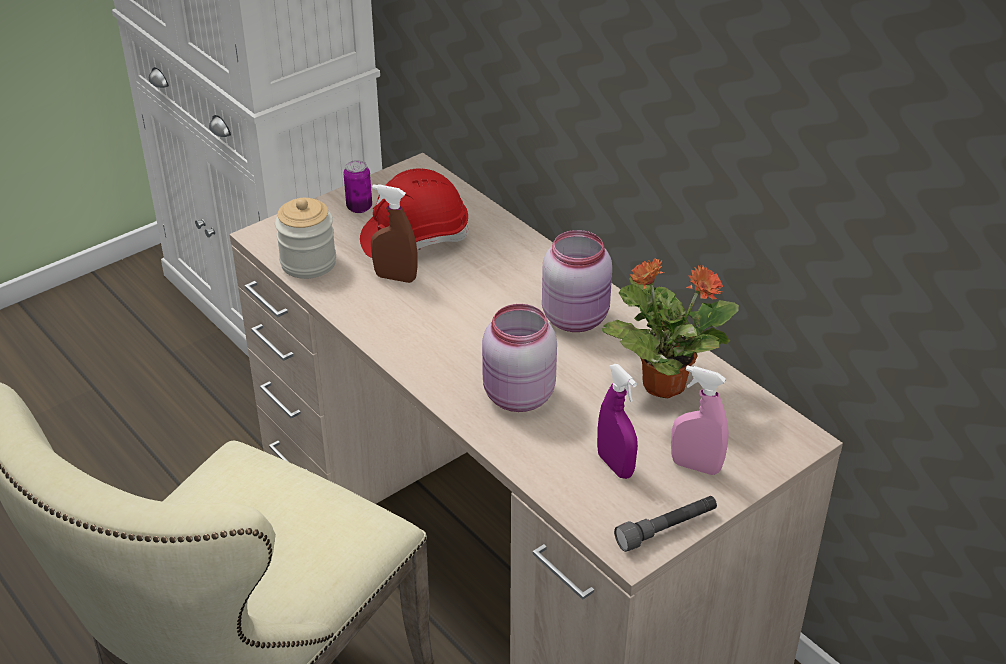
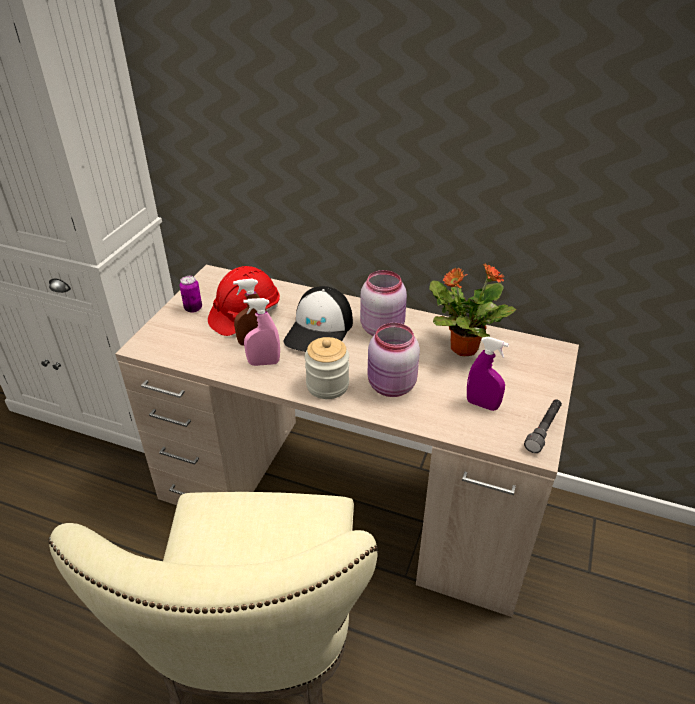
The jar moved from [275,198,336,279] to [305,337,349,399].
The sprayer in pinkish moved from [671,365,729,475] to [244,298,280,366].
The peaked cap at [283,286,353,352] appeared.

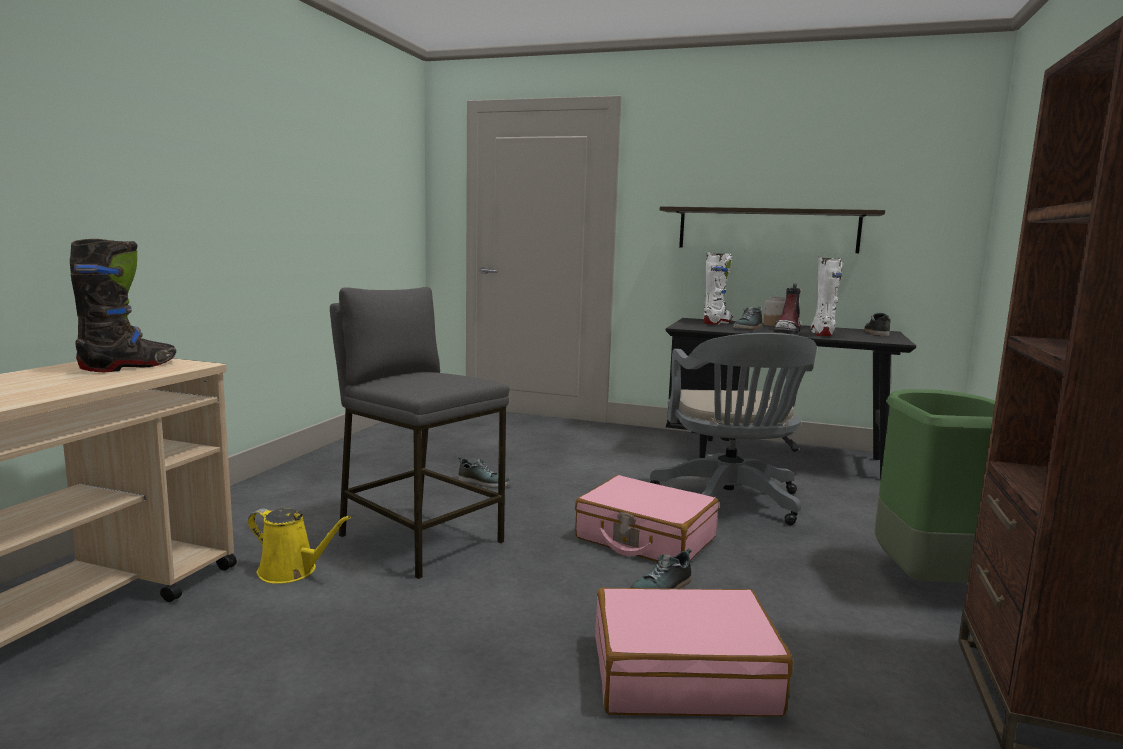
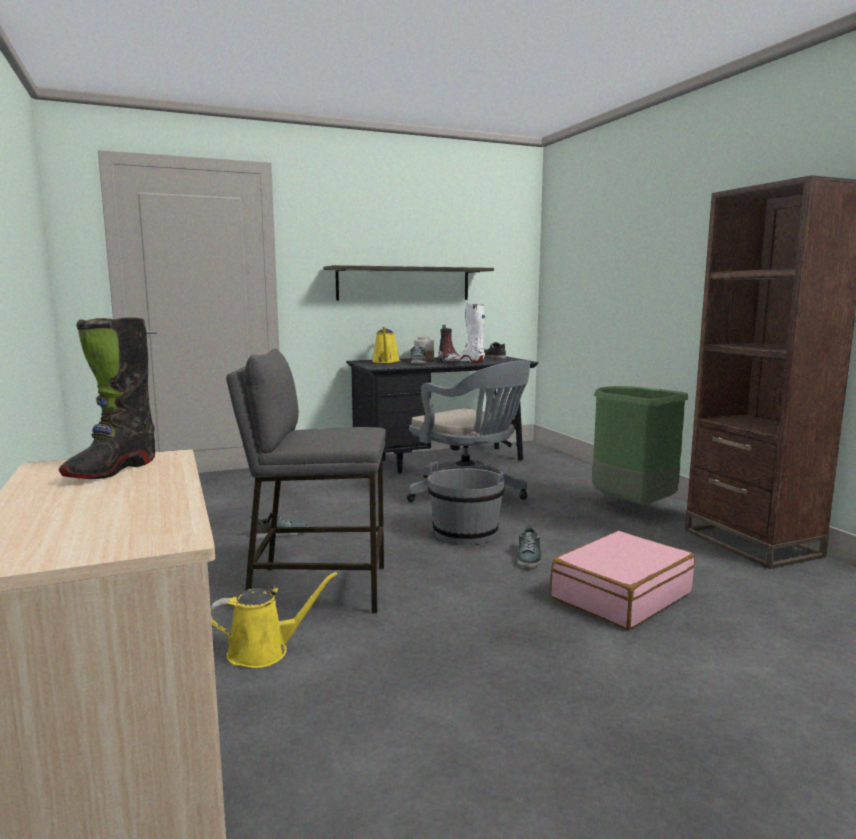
The tall boot in blackish at [70,239,176,372] turned 150 degrees counterclockwise.
The piece of luggage in pinkish at [575,475,719,562] was replaced by the water bucket in gray at [428,461,505,545].
The tall boot in white at [703,252,733,325] was replaced by the sprinkling can in yellow at [372,327,400,363].

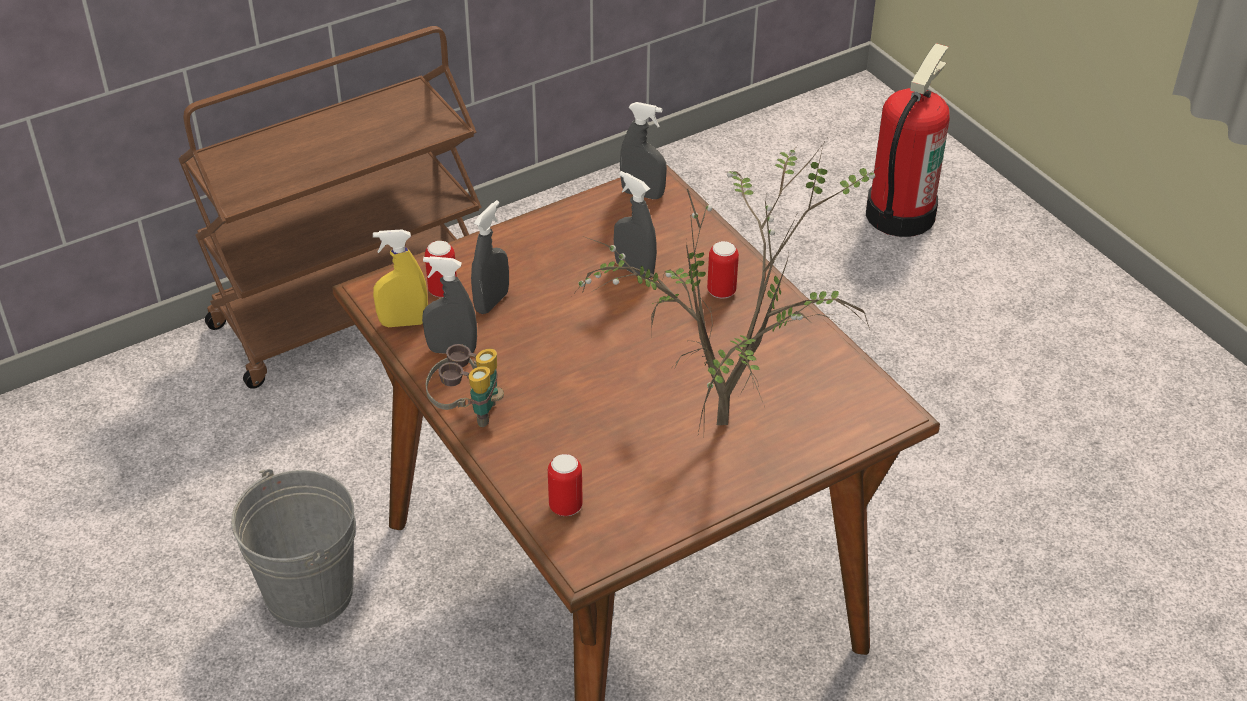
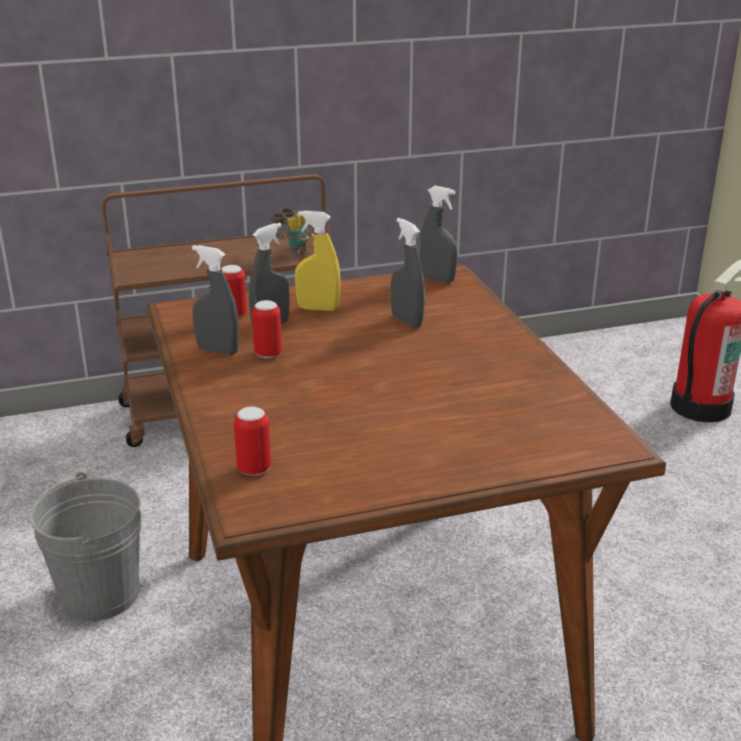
The sprayer in yellow moved from [373,229,428,327] to [295,211,340,311].
The pair of binoculars moved from [426,344,504,427] to [267,208,310,259].
The houseplant at [572,140,878,434] disappeared.
The sealed can moved from [707,241,739,299] to [252,300,282,358].

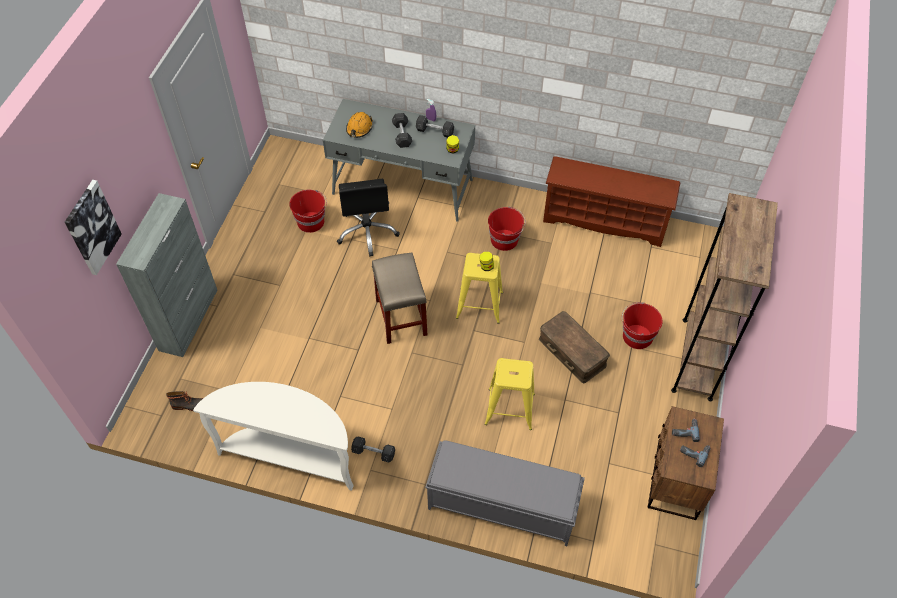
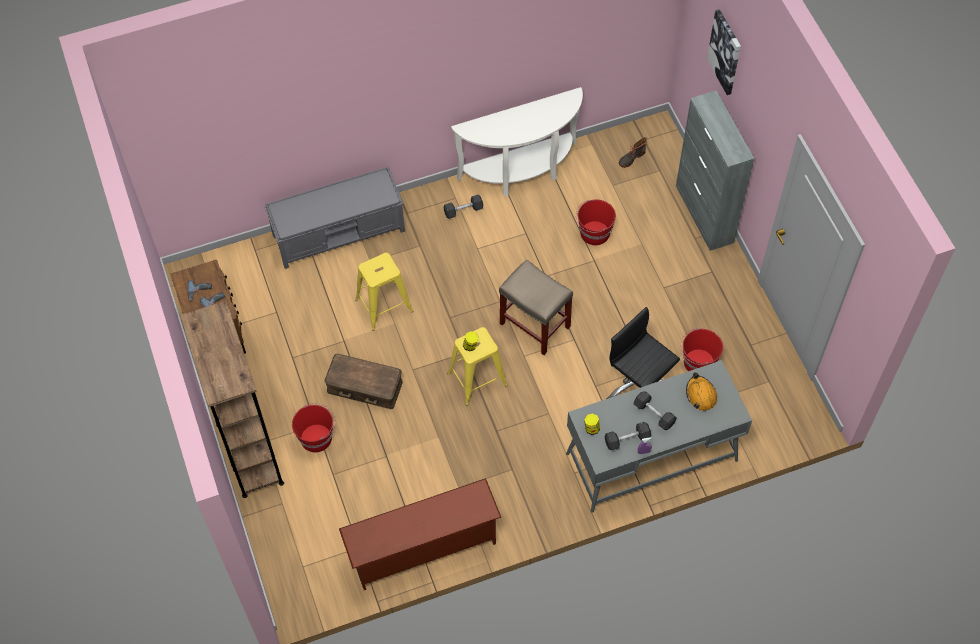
The water bucket in red moved from [488,207,526,251] to [576,200,616,245].

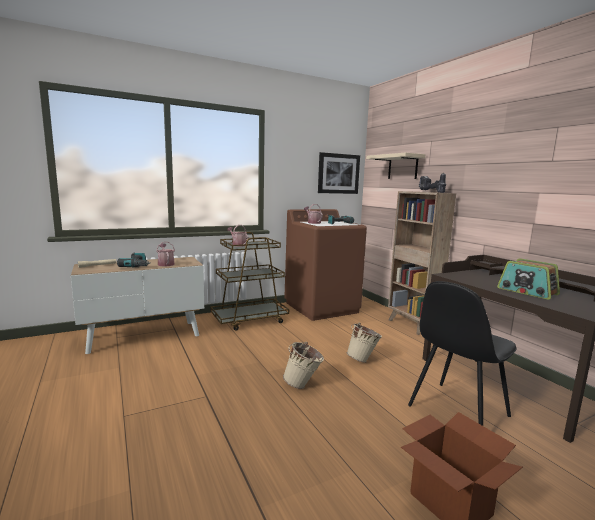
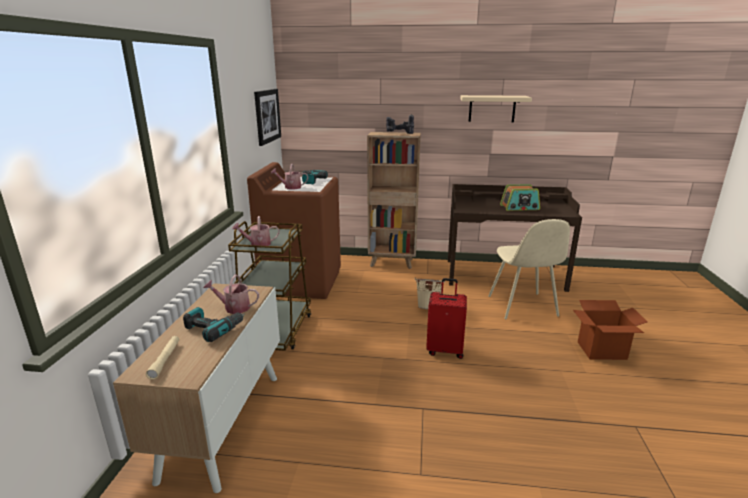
The water bucket in beige-coloured at [283,342,324,389] was replaced by the piece of luggage in red at [426,278,467,359].
The wall shelf in beige-coloured moved from [366,152,426,179] to [460,95,532,122].
The plain chair in blackish at [408,281,516,426] became the plain chair in beige-coloured at [488,219,570,319].

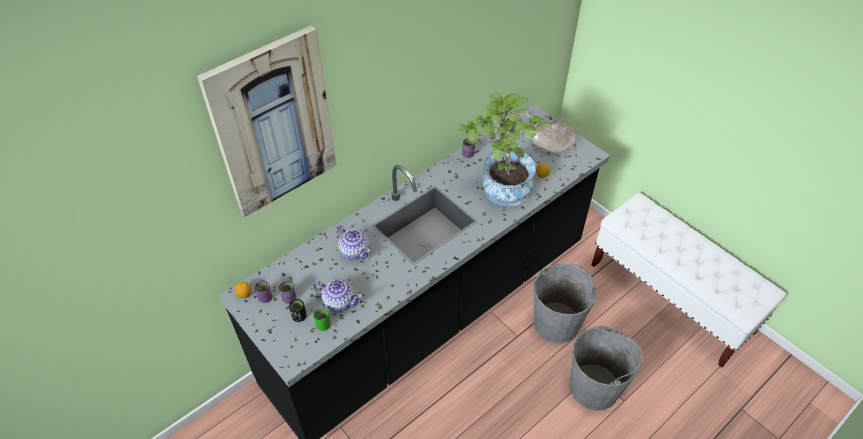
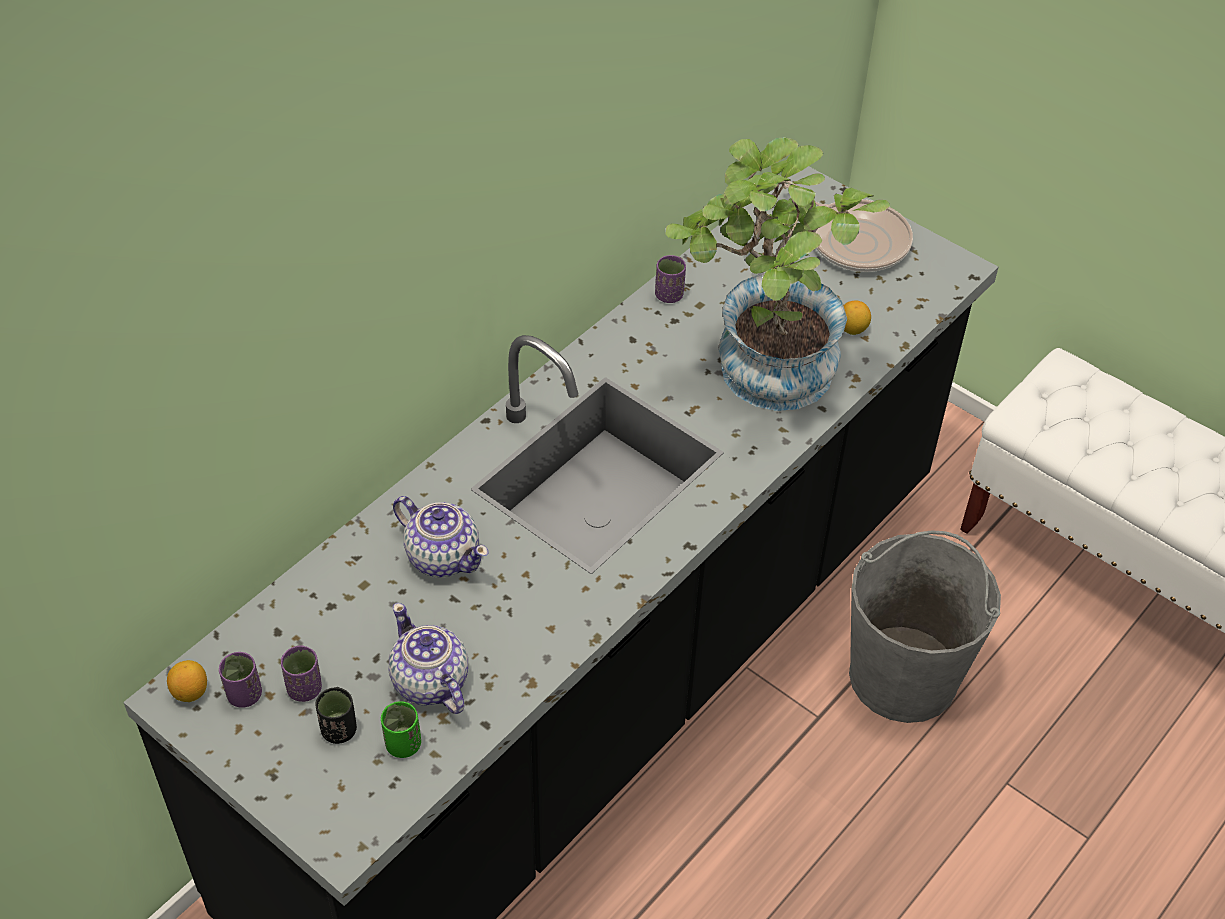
The wall picture at [197,25,336,217] disappeared.
The tea pot at [313,279,362,312] turned 135 degrees counterclockwise.
The water bucket in gray at [569,325,644,411] disappeared.

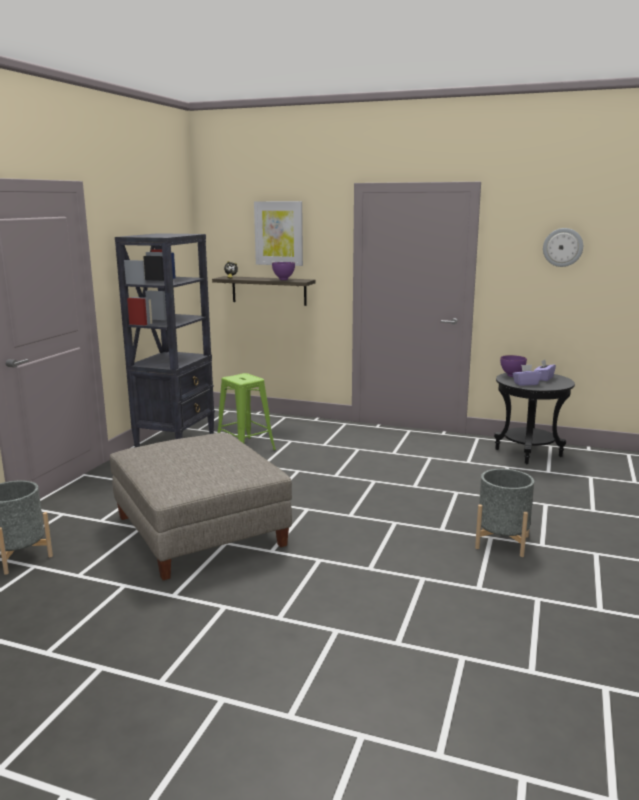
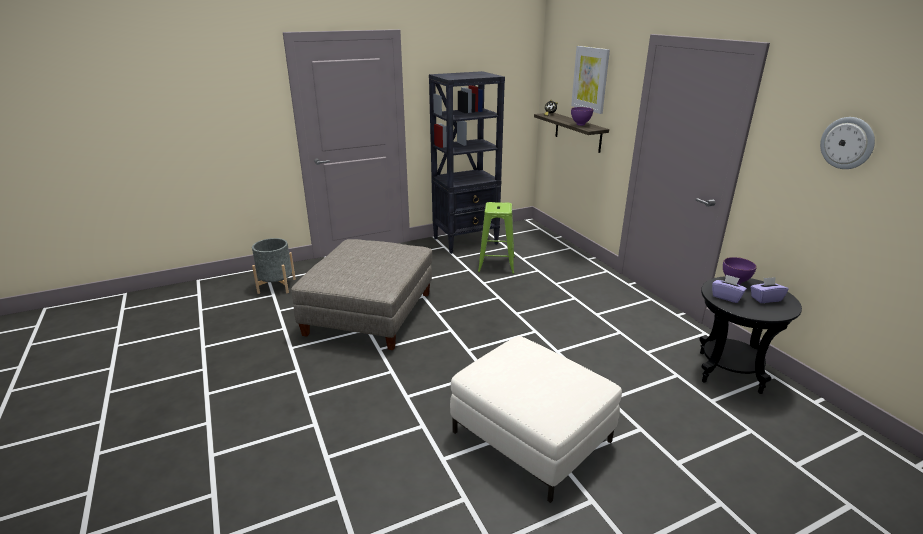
The plant pot in gray at [475,469,534,557] was replaced by the pouffe in white at [450,336,622,503].

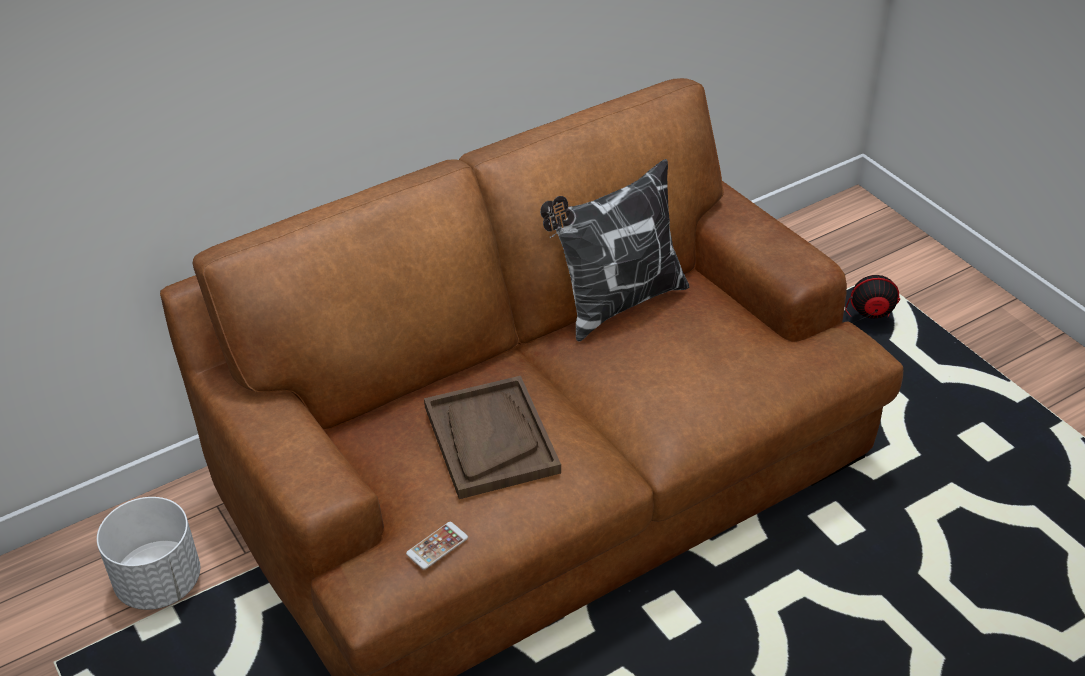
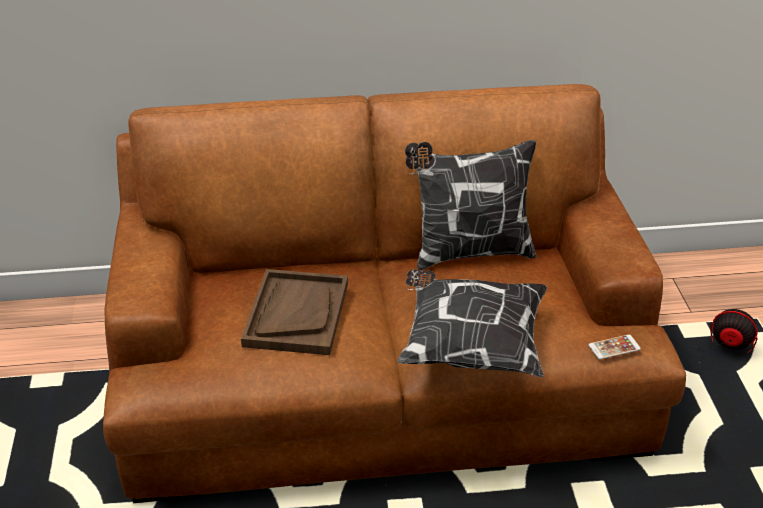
The plant pot in white at [97,497,200,610] disappeared.
The phone moved from [406,522,468,570] to [588,335,641,360].
The pillow at [398,269,547,377] appeared.

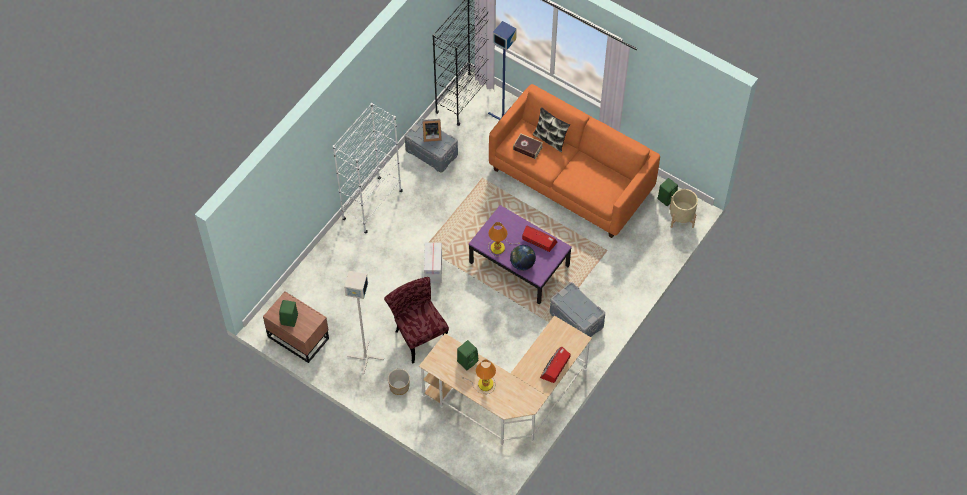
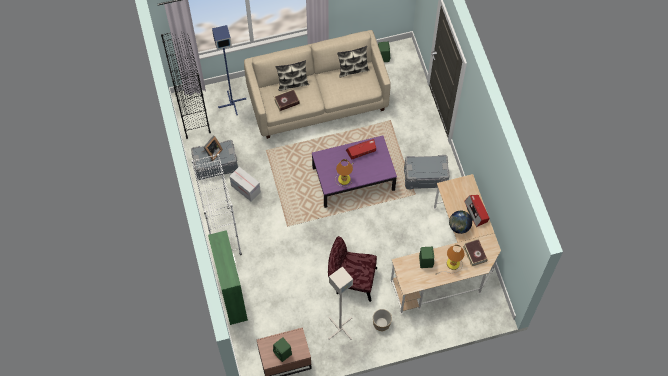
The carton moved from [424,243,442,283] to [229,167,261,202].
The sofa in orangey at [489,84,660,238] became the sofa in beige-coloured at [244,30,391,139].
The world globe moved from [510,245,536,270] to [449,211,472,234].
The plant pot in beige-coloured at [670,189,698,228] disappeared.
The cabinet in green-coloured at [208,230,248,325] appeared.
The pillow at [337,46,369,77] appeared.
The volume at [463,239,487,267] appeared.

